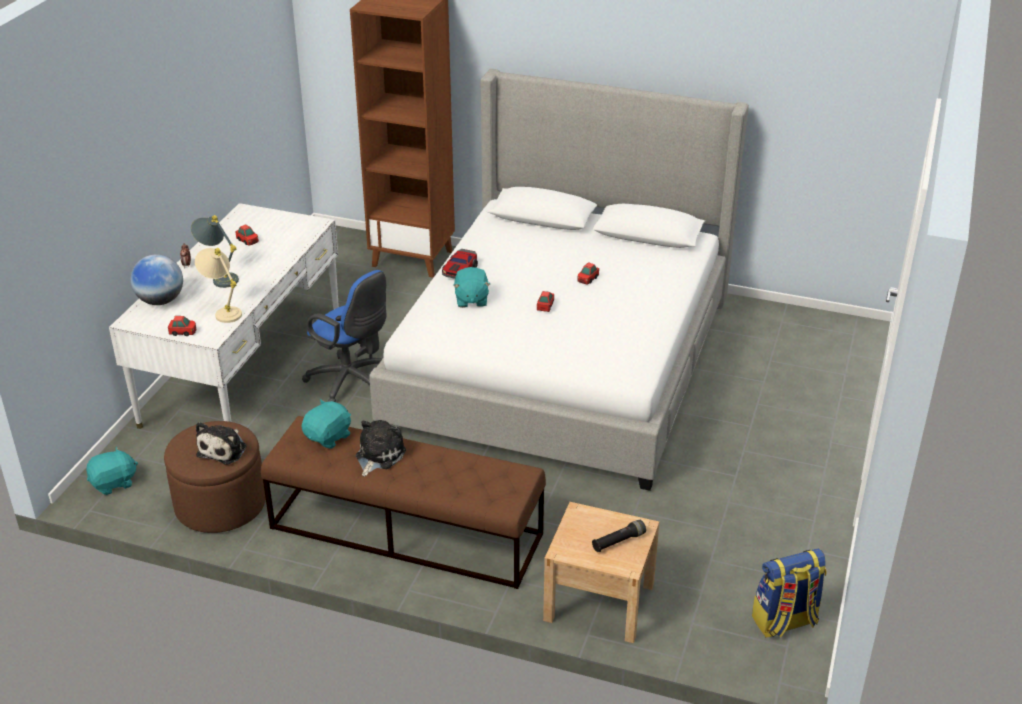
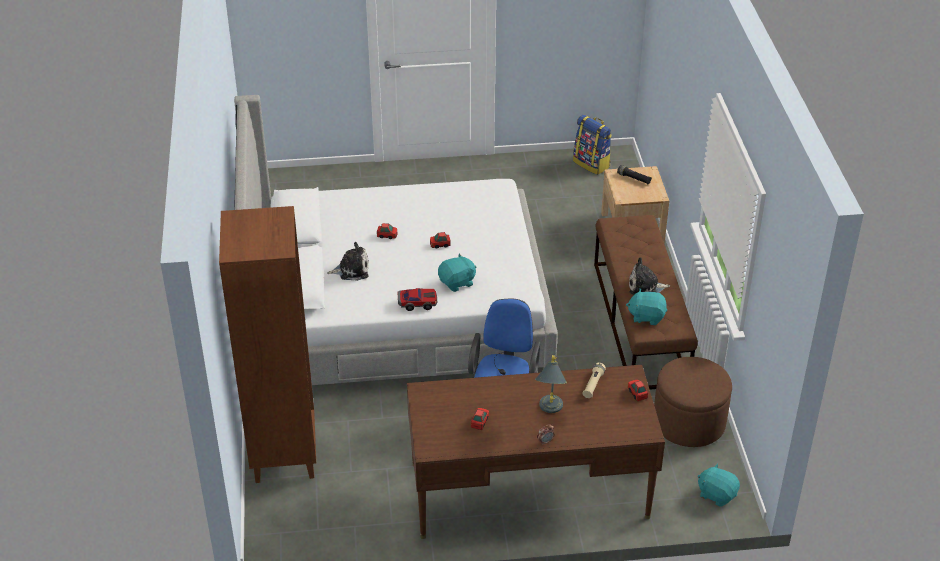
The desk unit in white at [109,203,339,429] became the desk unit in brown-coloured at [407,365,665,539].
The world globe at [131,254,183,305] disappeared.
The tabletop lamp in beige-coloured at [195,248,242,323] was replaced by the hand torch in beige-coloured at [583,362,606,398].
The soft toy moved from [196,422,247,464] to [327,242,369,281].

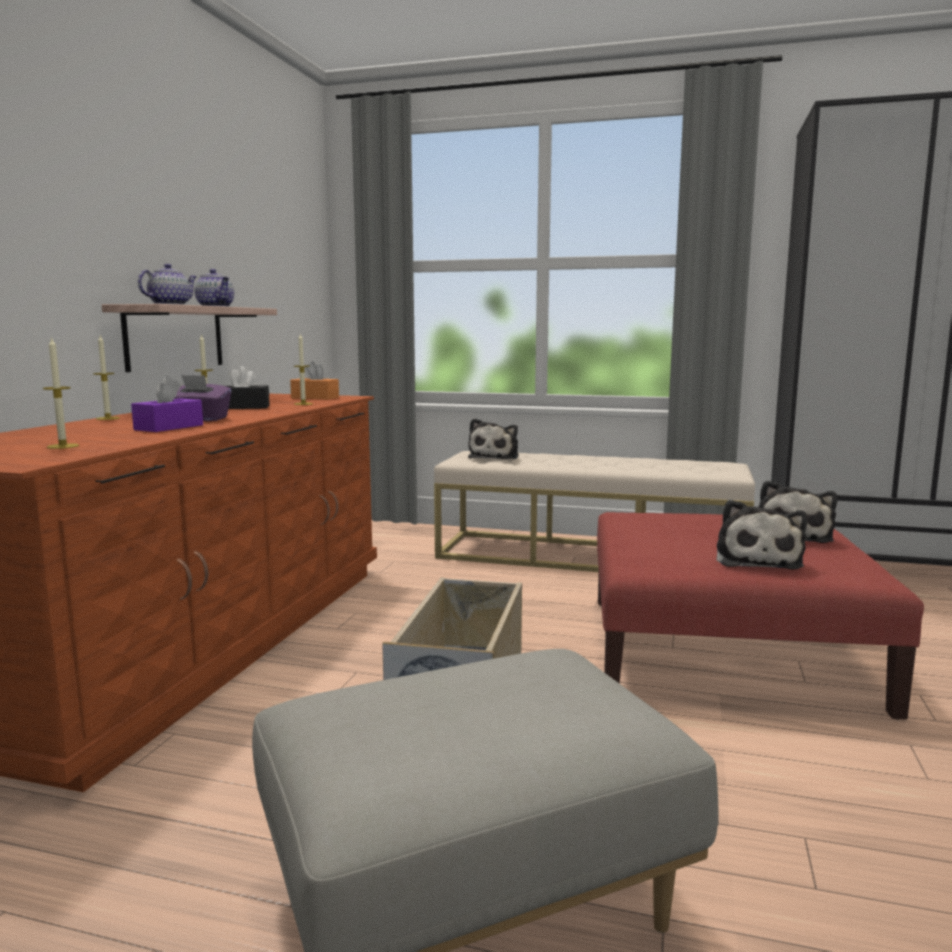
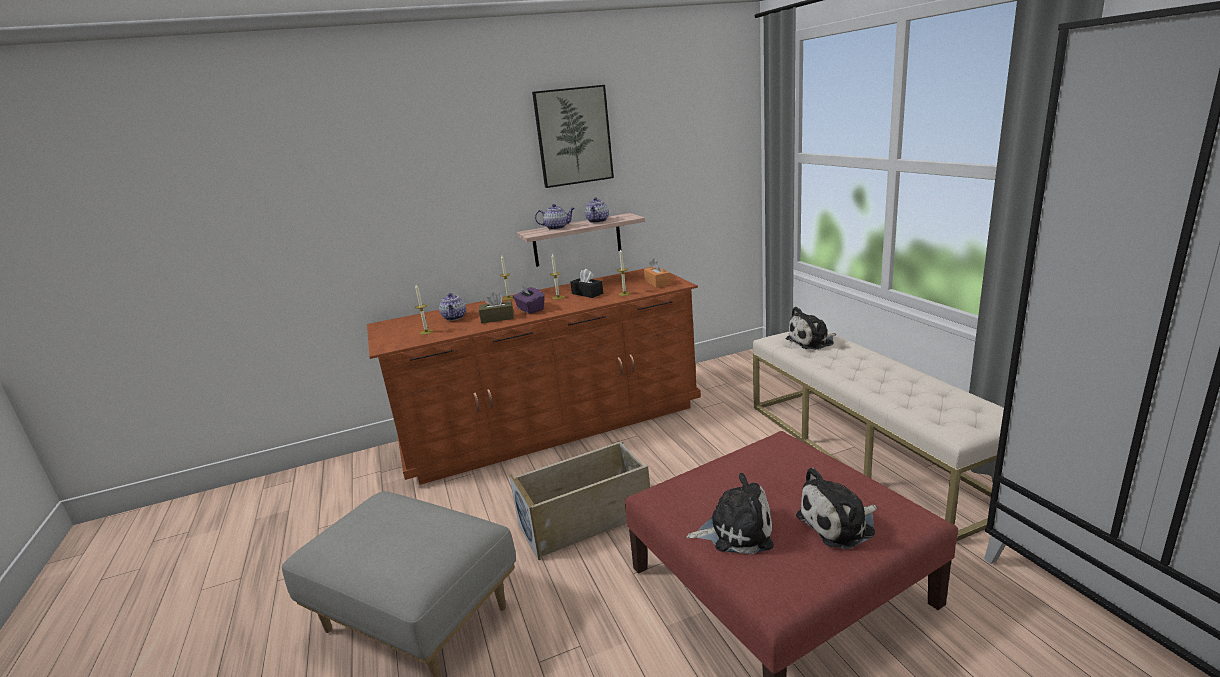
The tissue holder in purplish at [131,376,203,432] became the tissue holder in brown-coloured at [479,292,514,323].
The soft toy at [716,500,807,570] turned 150 degrees counterclockwise.
The tea pot at [439,293,466,321] appeared.
The wall picture at [532,85,614,188] appeared.

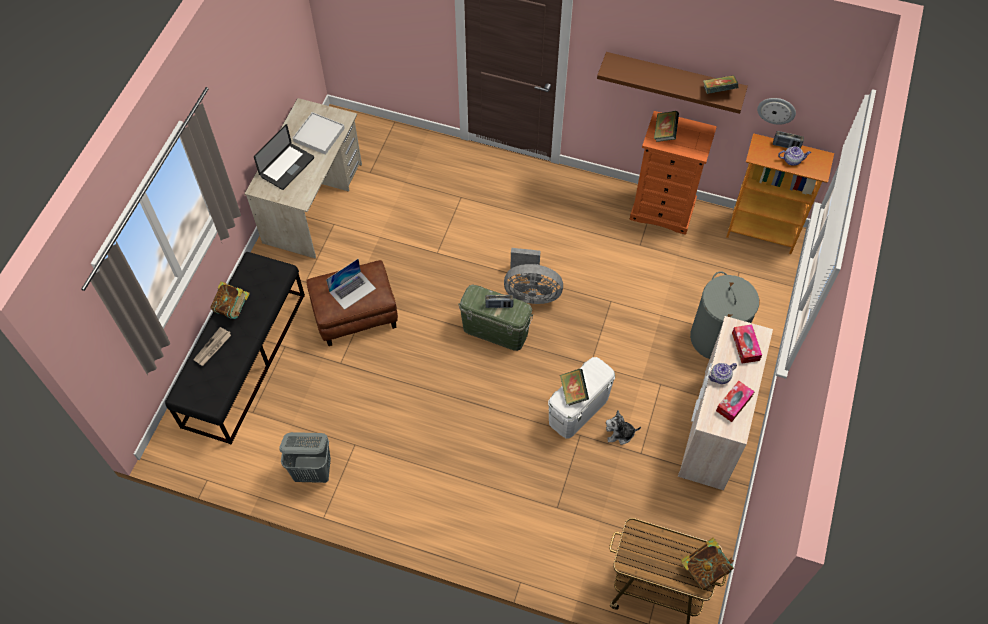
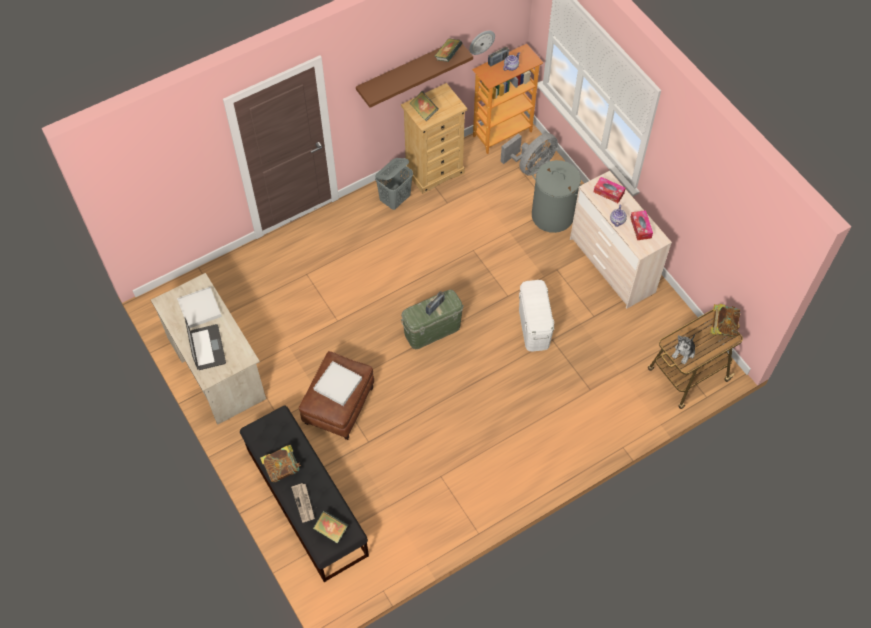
The washing basket in gray moved from [279,432,331,483] to [375,158,413,210].
The laptop at [326,259,376,310] was replaced by the tray in white at [314,361,362,406].
The cooling fan in gray moved from [504,248,563,304] to [500,133,558,176].
The volume moved from [560,369,589,406] to [313,510,348,543].
The soft toy moved from [606,410,641,445] to [672,334,695,364].
The chest of drawers in orangey at [630,111,717,235] became the chest of drawers in beige-coloured at [401,83,468,194].

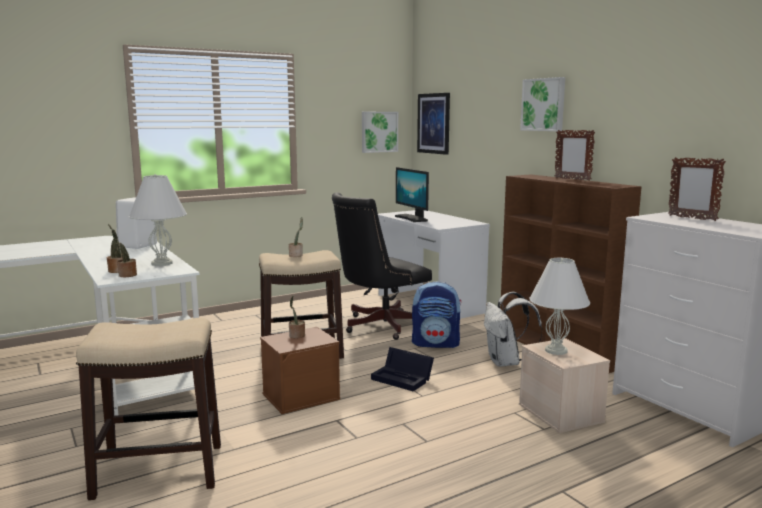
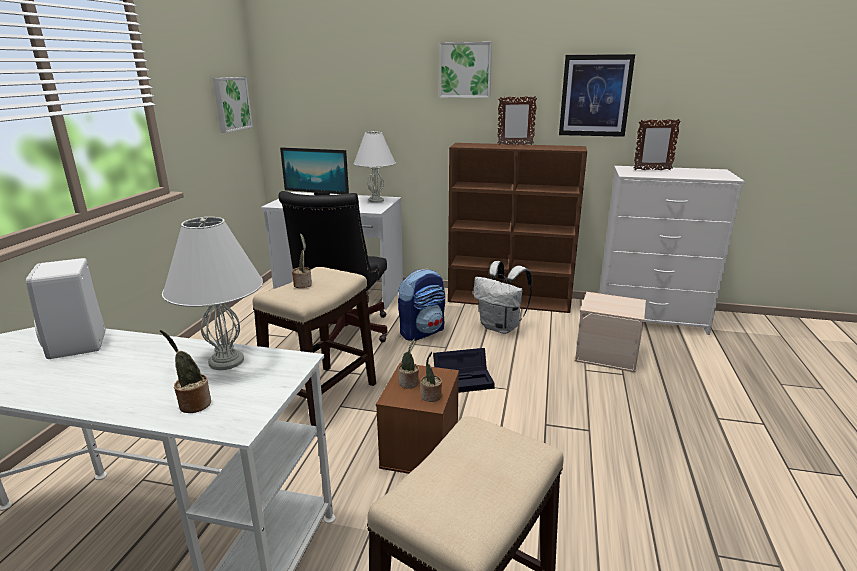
The houseplant moved from [112,229,137,277] to [421,351,442,402].
The wall picture moved from [417,93,450,155] to [559,54,635,137].
The tabletop lamp in white moved from [529,258,590,355] to [354,131,396,203].

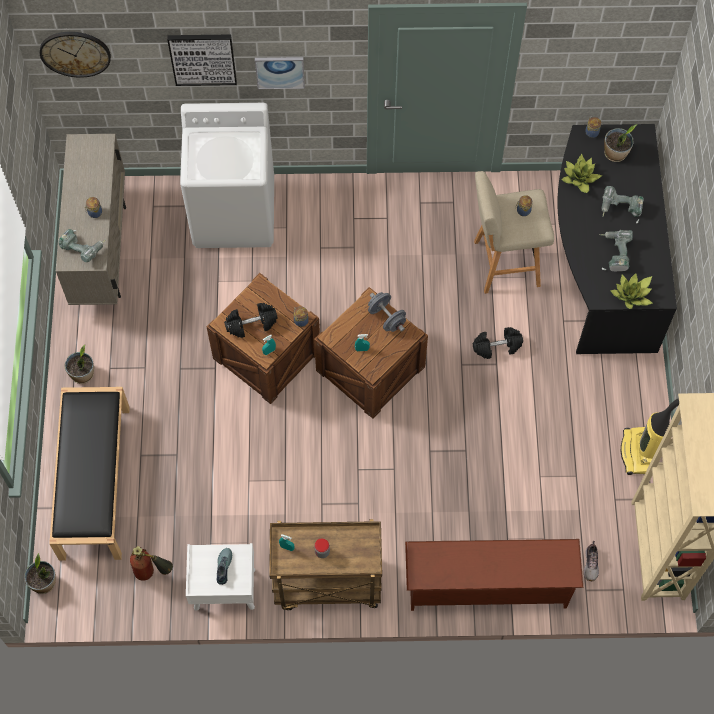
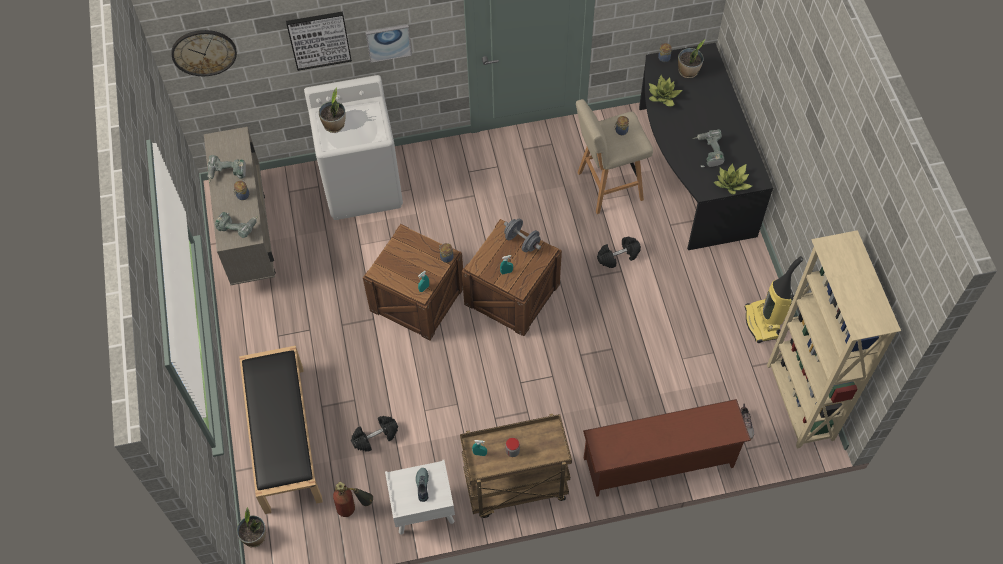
The houseplant moved from [64,345,94,384] to [319,87,346,133].
The dumbbell in blackish moved from [224,303,277,338] to [351,416,398,452].
The electric drill moved from [601,186,644,223] to [207,155,246,184].

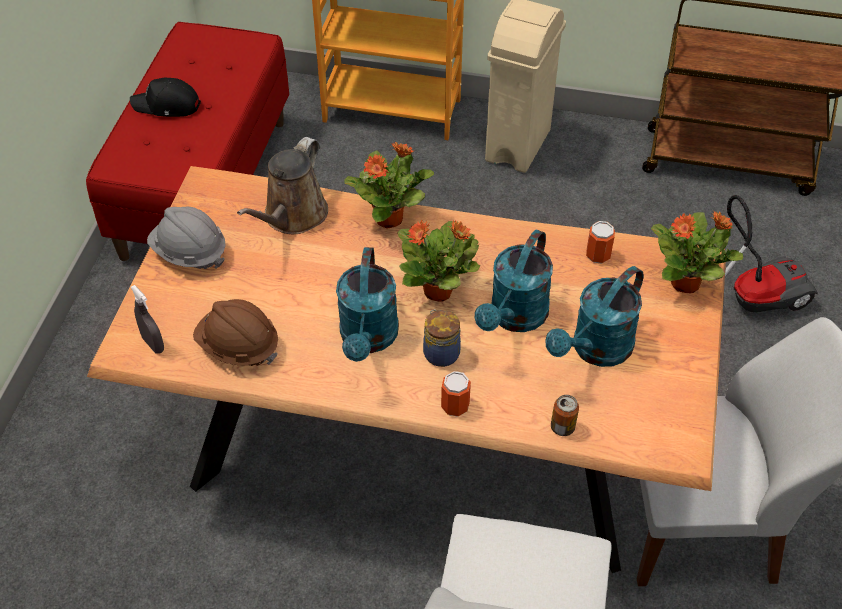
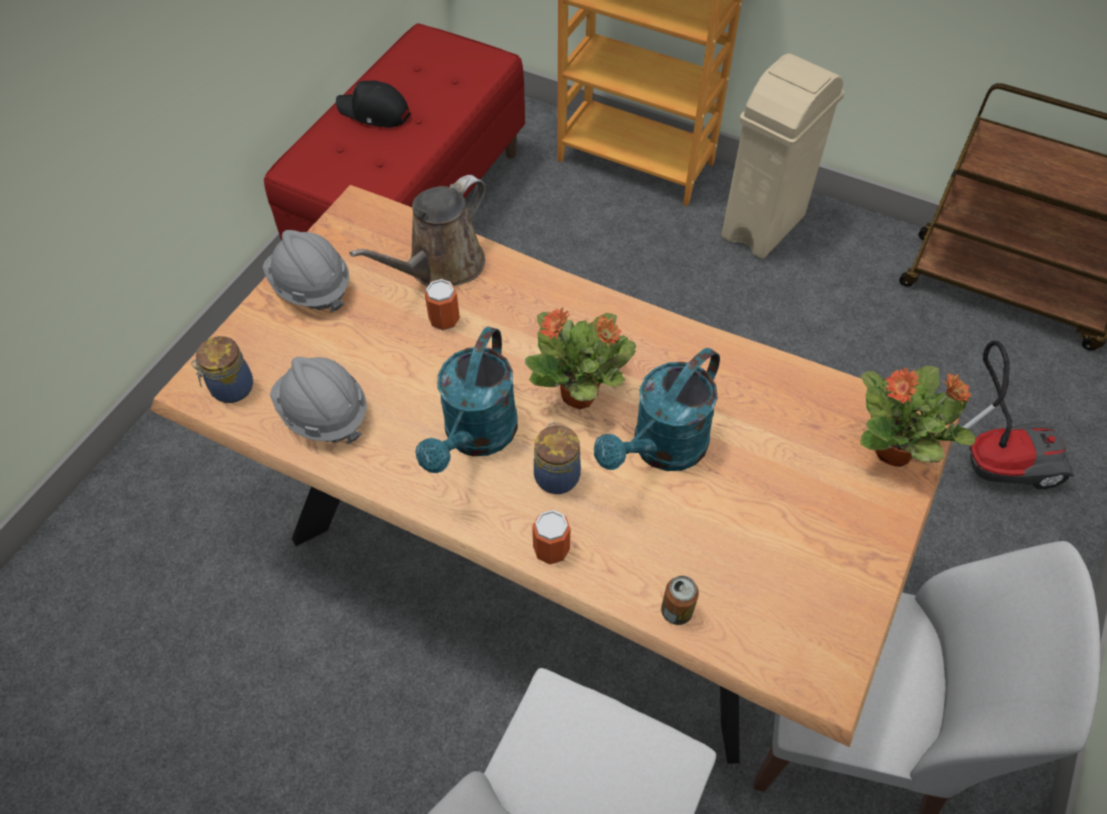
The sprayer in gray at [131,285,164,354] was replaced by the jar at [191,336,253,403].
The work helmet in brown-coloured at [193,299,278,366] became the work helmet in gray at [270,357,367,444].
The houseplant at [344,142,434,229] disappeared.
The sprinkling can in blue-green at [545,266,644,367] disappeared.
The sealed can moved from [586,221,615,264] to [425,279,460,331].

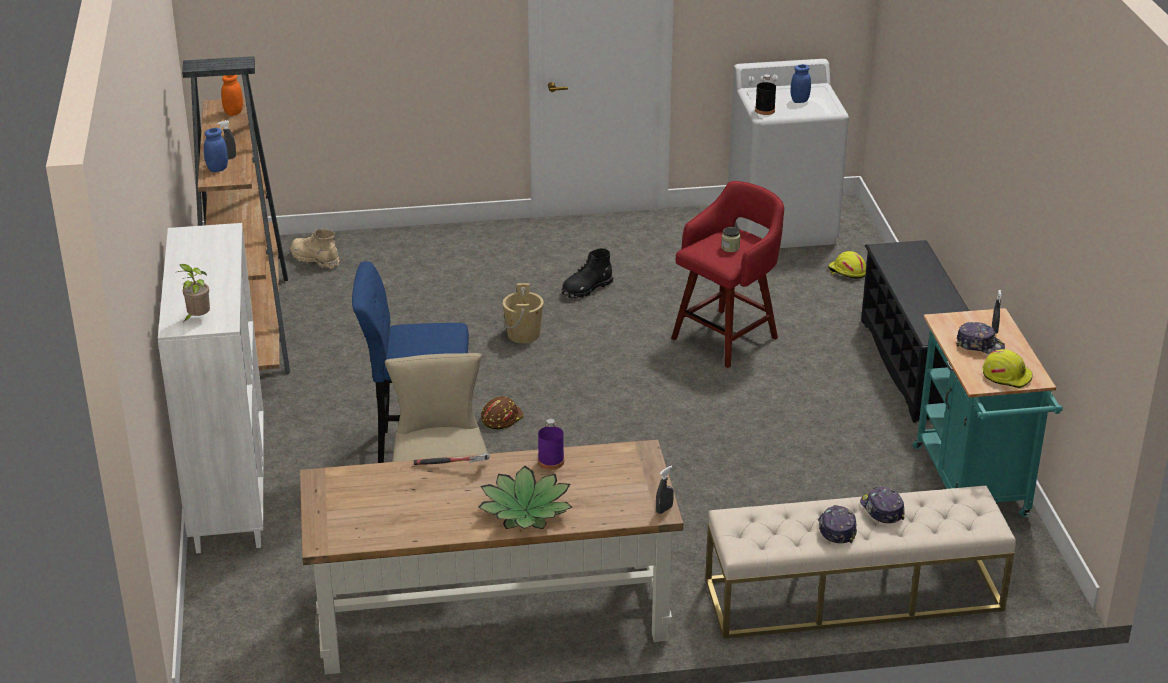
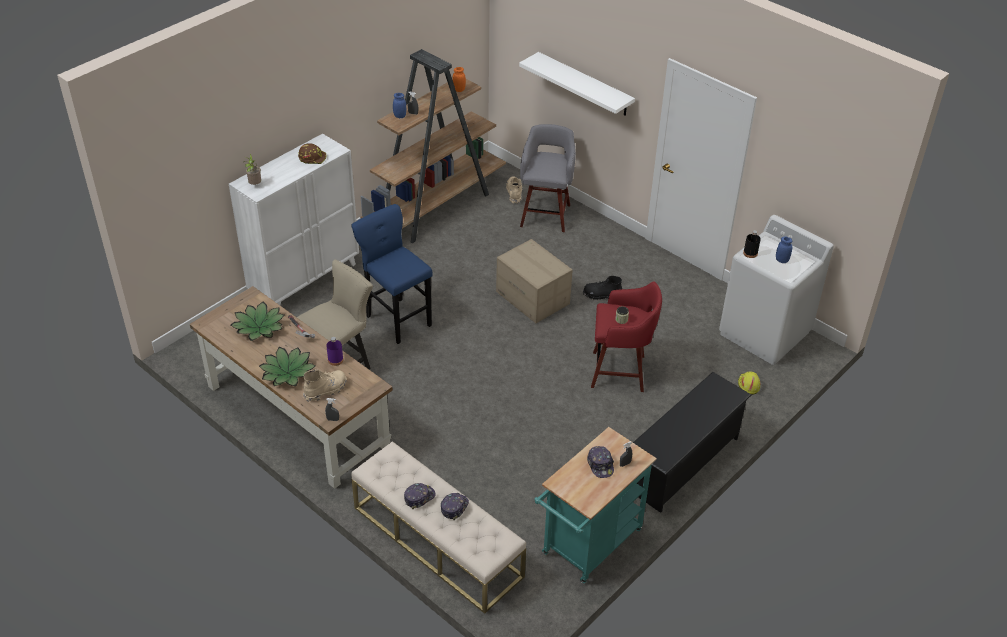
The work helmet in brown-coloured moved from [481,396,524,430] to [298,143,326,164].
The water bucket in beige-coloured at [503,283,544,343] was replaced by the carton at [496,239,573,323].
The work helmet in yellow at [983,349,1032,388] disappeared.
The houseplant at [231,302,284,341] appeared.
The tall boot in beige-coloured at [303,369,347,402] appeared.
The wall shelf in white at [519,52,635,116] appeared.
The sitting stool in gray at [520,124,576,232] appeared.

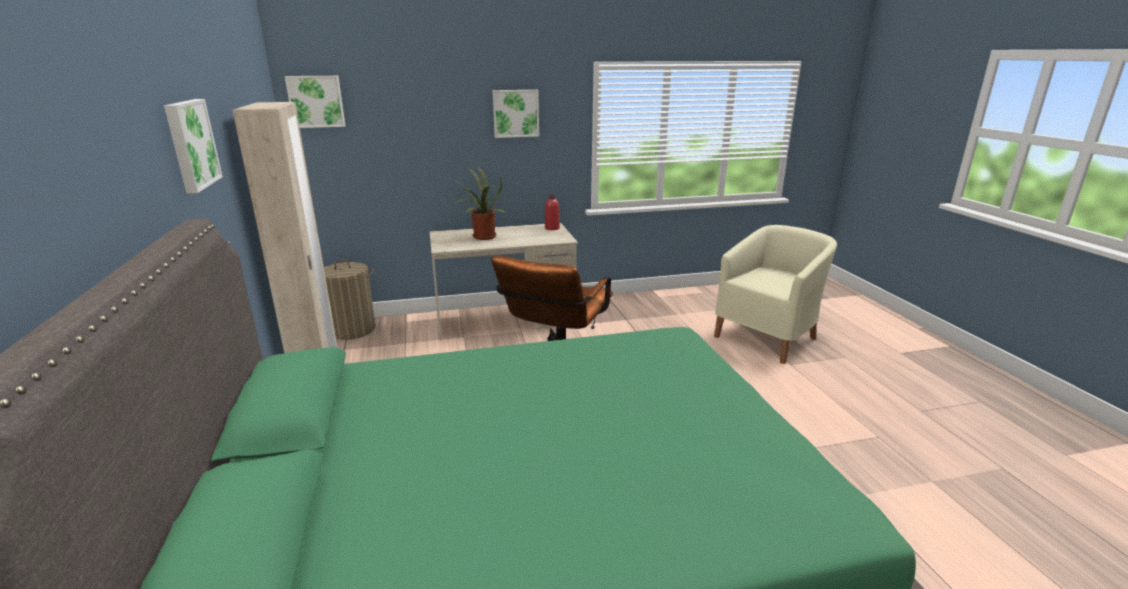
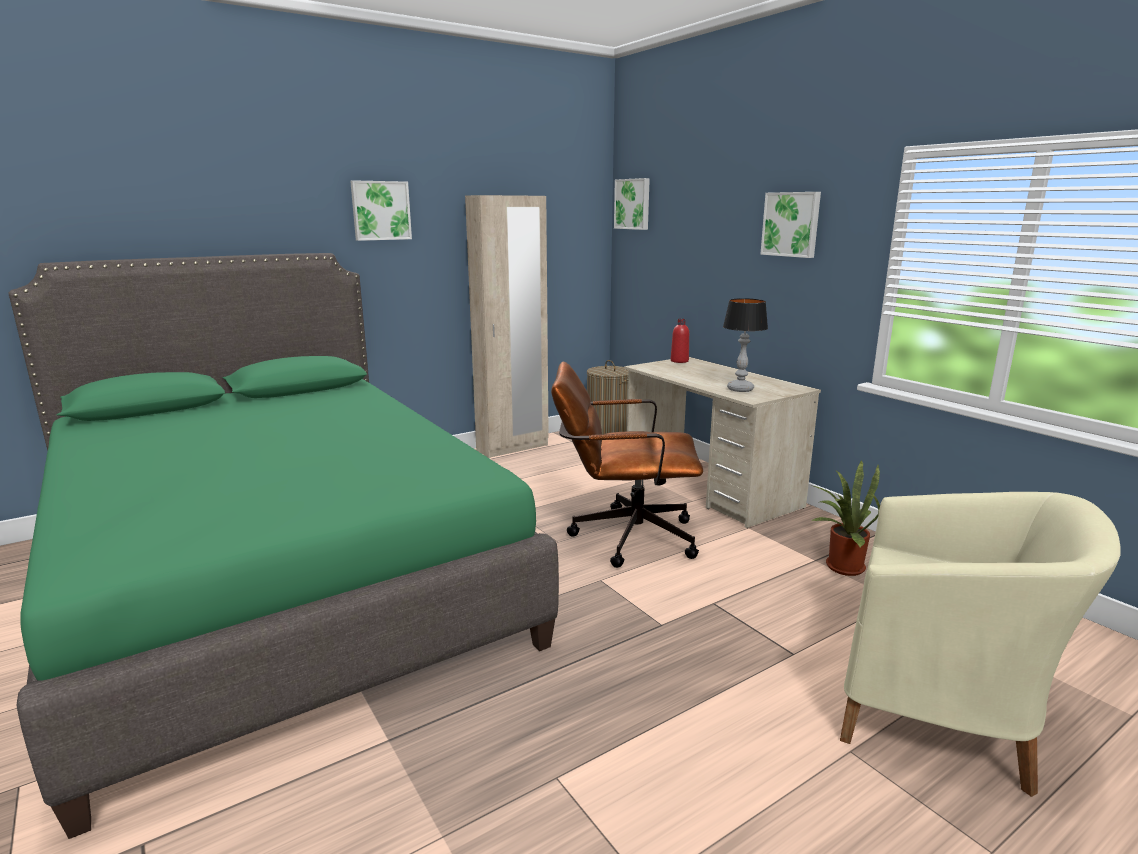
The houseplant moved from [453,167,505,240] to [811,460,880,576].
The drink bottle in red moved from [545,194,560,230] to [671,319,689,363].
The tabletop lamp at [723,298,768,392] appeared.

